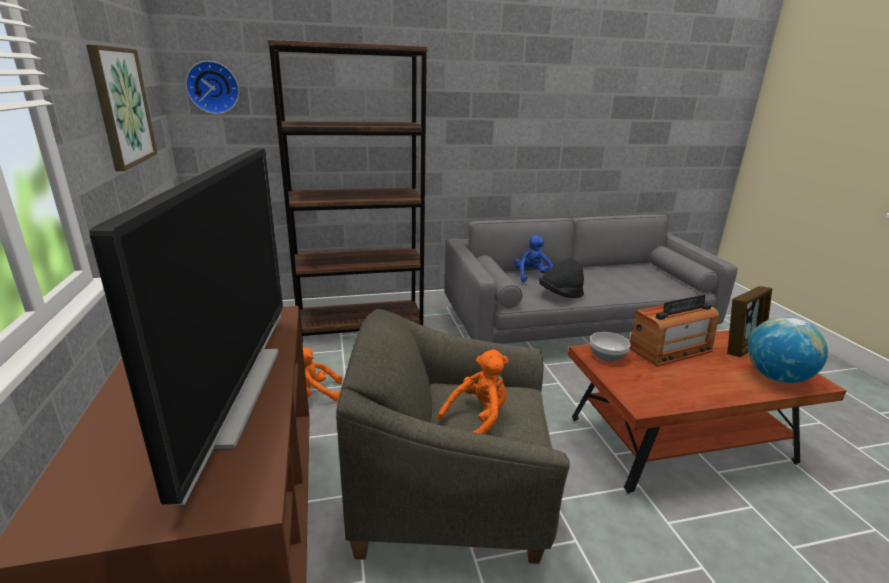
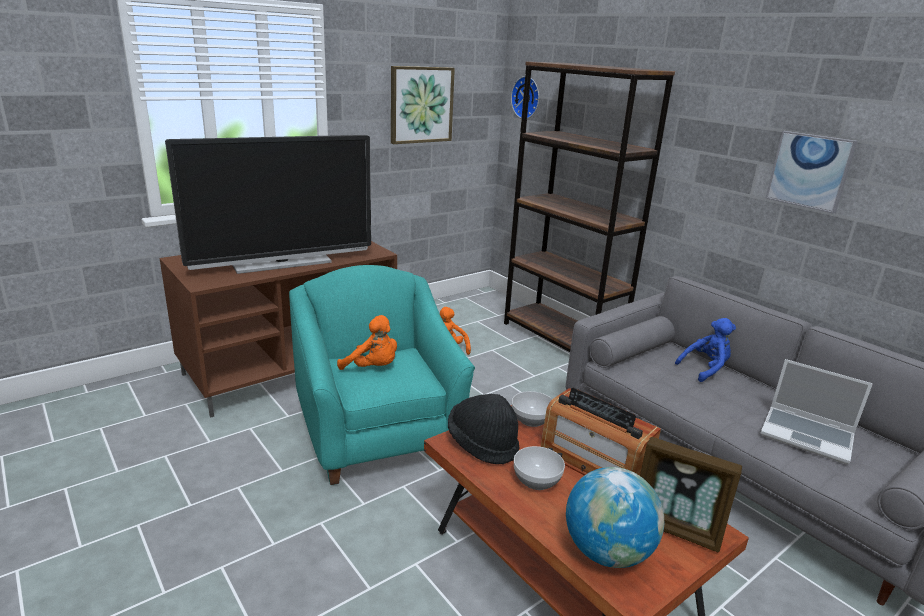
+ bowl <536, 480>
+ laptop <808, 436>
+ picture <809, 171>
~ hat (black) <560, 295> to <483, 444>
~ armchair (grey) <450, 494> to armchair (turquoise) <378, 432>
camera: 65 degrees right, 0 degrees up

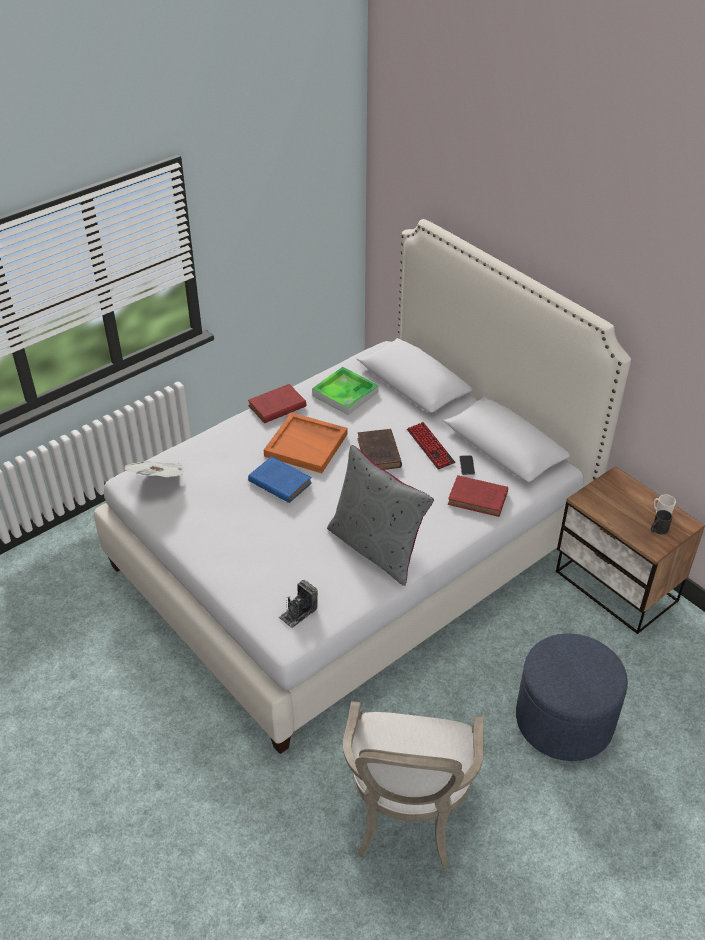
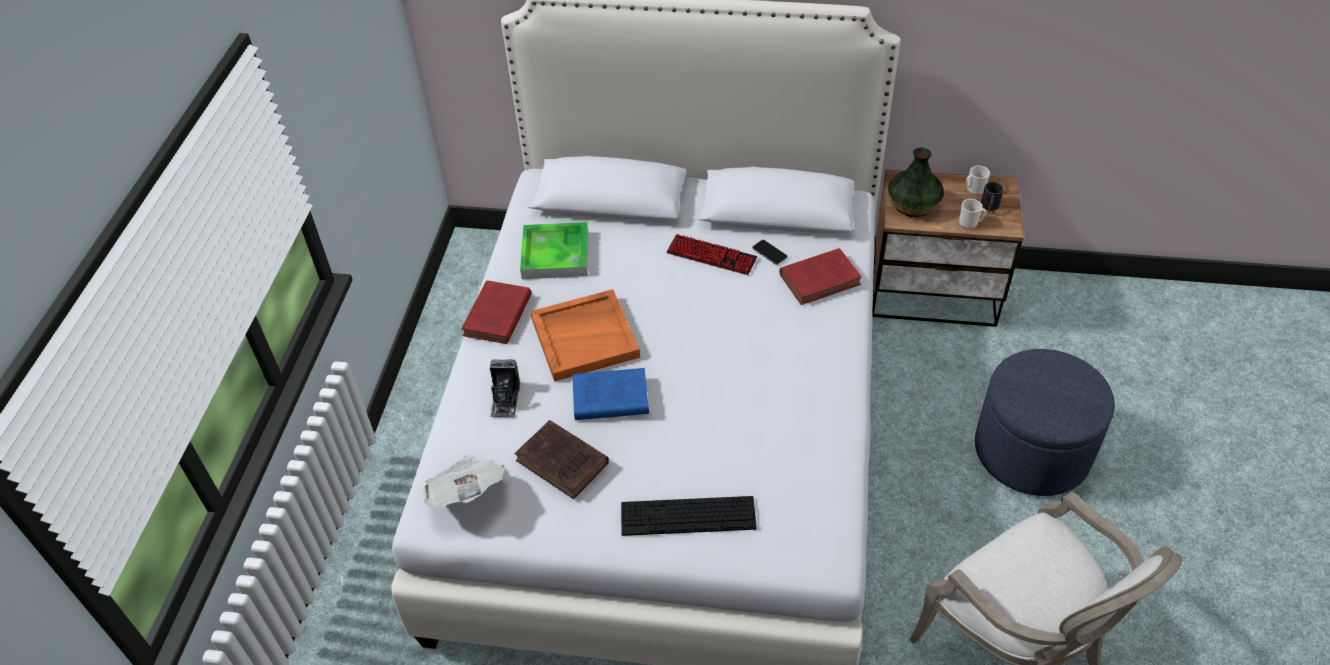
- pillow (grey) <376, 548>
+ keyboard <688, 516>
+ vase <913, 205>
+ mug <970, 223>
~ photo camera <298, 613> to <505, 399>
~ book (brown) <379, 454> to <564, 463>
camera: 40 degrees left, 5 degrees up

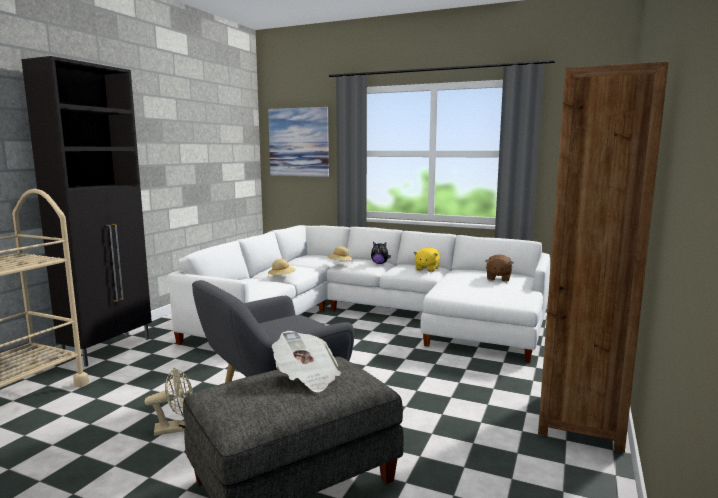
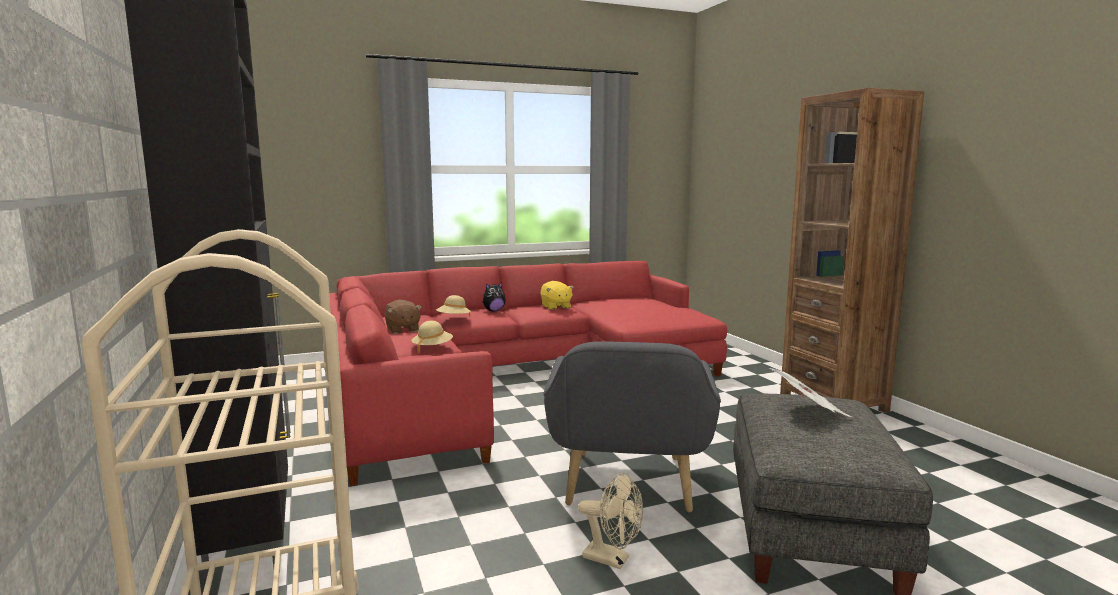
- picture <299, 142>
~ plush toy (brown) <498, 278> to <402, 330>
~ sofa (white) <370, 316> to sofa (red) <510, 379>
~ fan (beige) <175, 428> = <613, 559> 90 degrees clockwise
camera: 45 degrees left, 0 degrees up

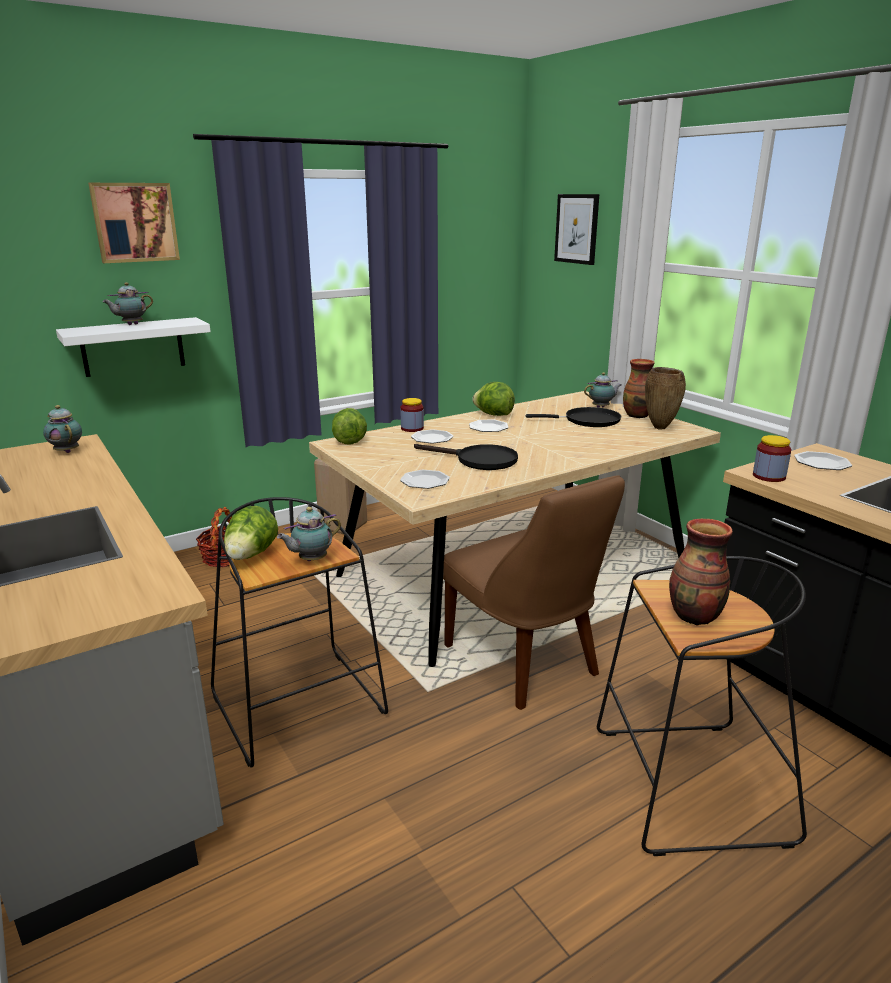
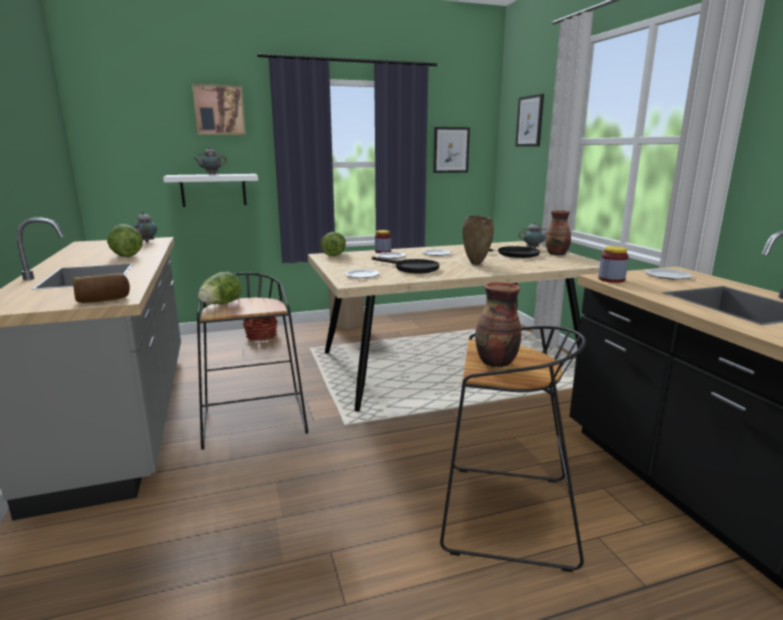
- teapot <311, 560>
- chair (brown) <525, 663>
+ bread <103, 300>
+ picture <451, 150>
~ lettuce <493, 415> to <126, 256>
~ vase (brown) <660, 428> to <476, 264>
camera: 15 degrees right, 5 degrees down

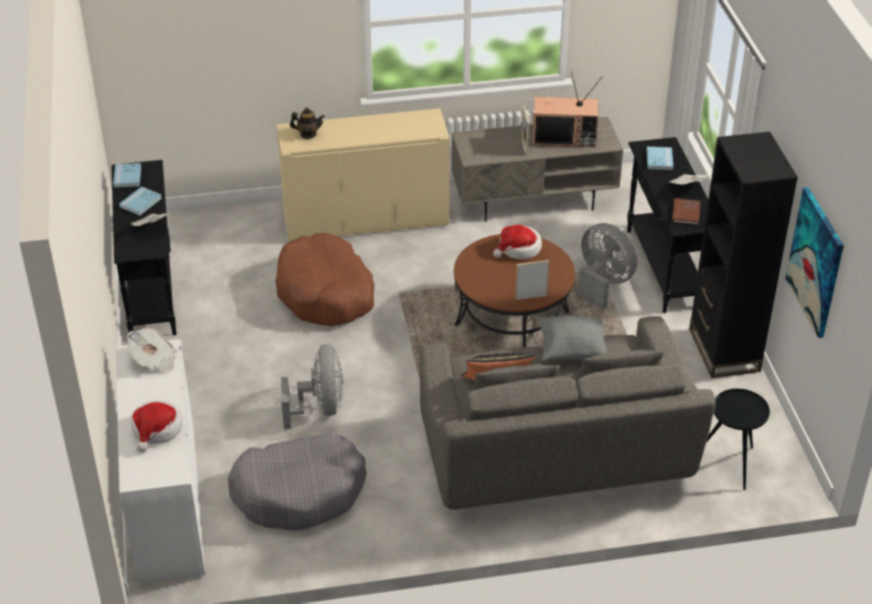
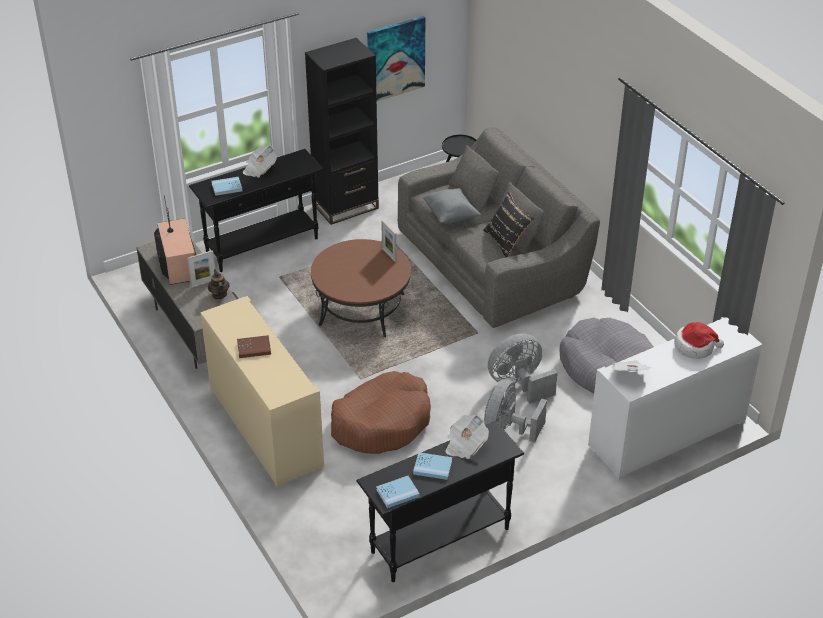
- hat <518, 249>
~ teapot <308, 134> to <219, 295>
~ fan (grey) <603, 283> to <507, 431>
~ book (brown) <686, 213> to <254, 348>
camera: 110 degrees left, 0 degrees up

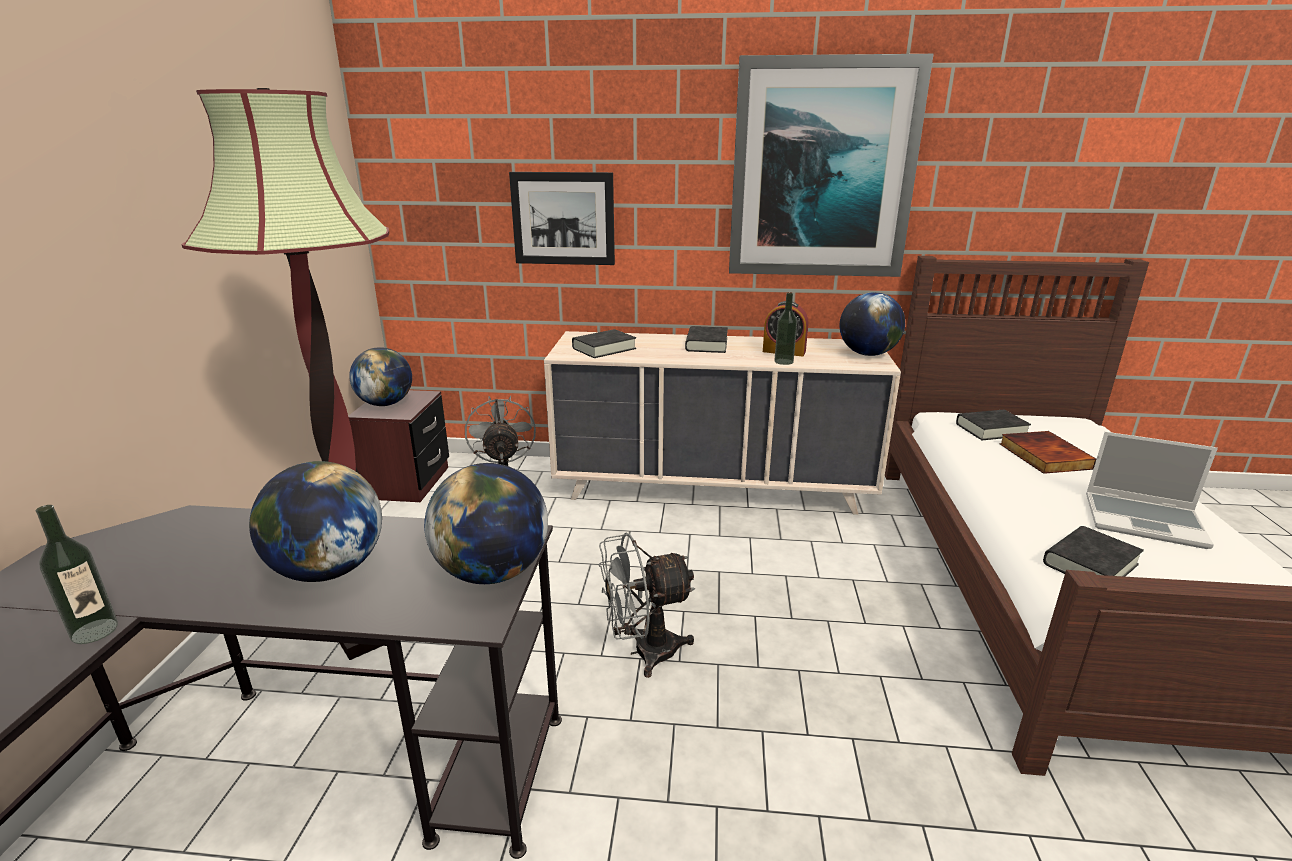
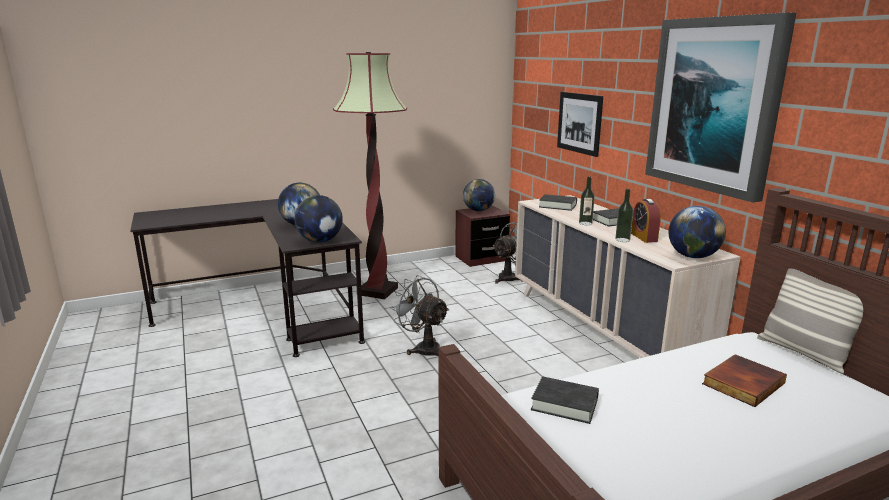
- book (black) <991, 429>
- laptop <1145, 521>
+ pillow <803, 353>
~ bottle <94, 631> to <585, 223>
camera: 60 degrees right, 5 degrees down

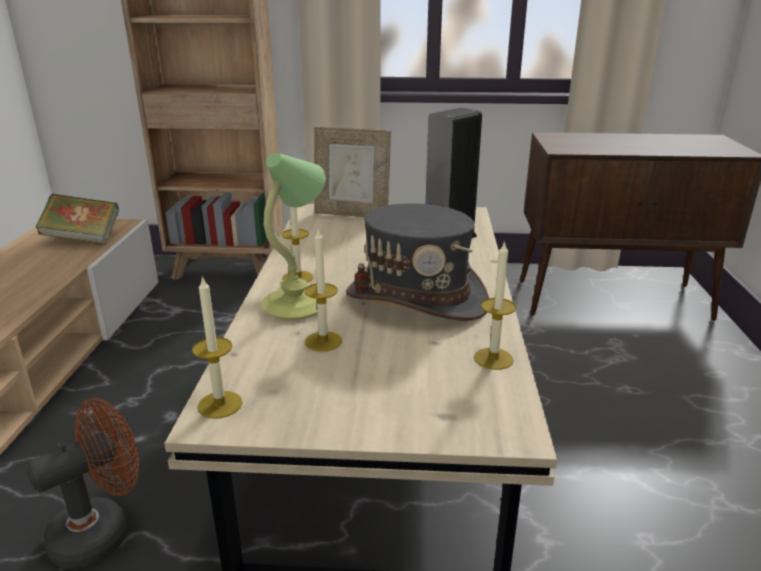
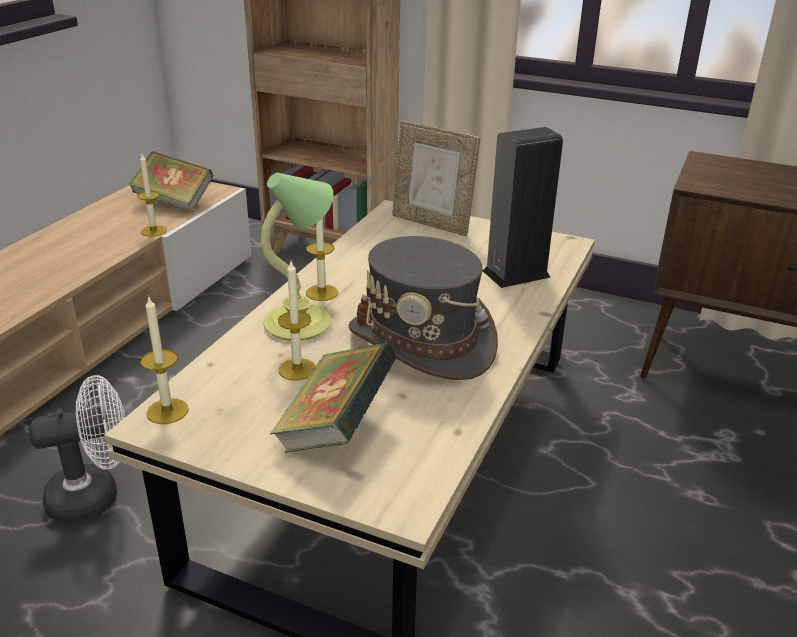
+ book <336, 428>
~ candle <493, 358> to <153, 231>
~ fan (brown) <102, 530> to fan (white) <95, 496>
camera: 20 degrees right, 5 degrees up

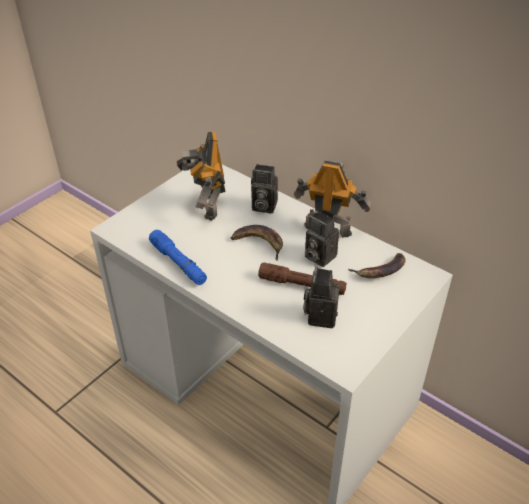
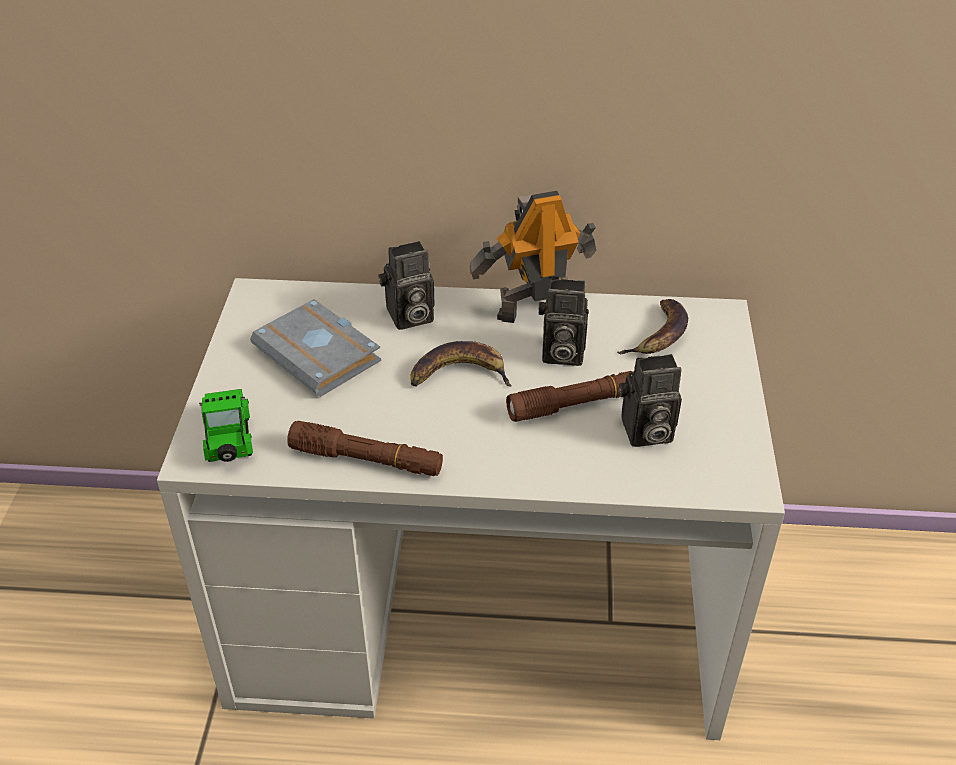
+ toy car <229, 441>
~ toy robot <206, 206> to book (grey) <321, 354>
~ flashlight (blue) <178, 263> to flashlight (brown) <366, 460>
~ photo camera <320, 315> = <645, 433> 75 degrees counterclockwise
camera: 35 degrees left, 0 degrees up

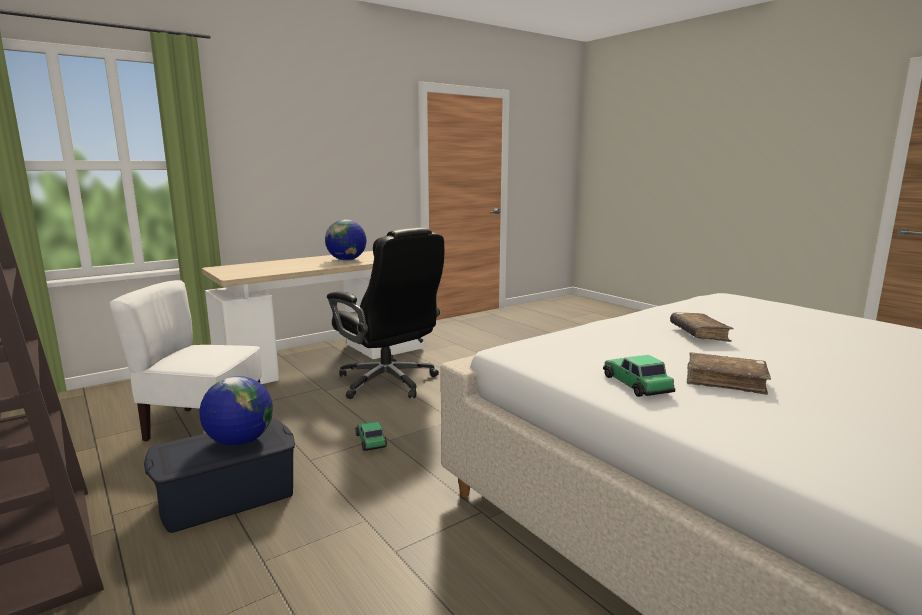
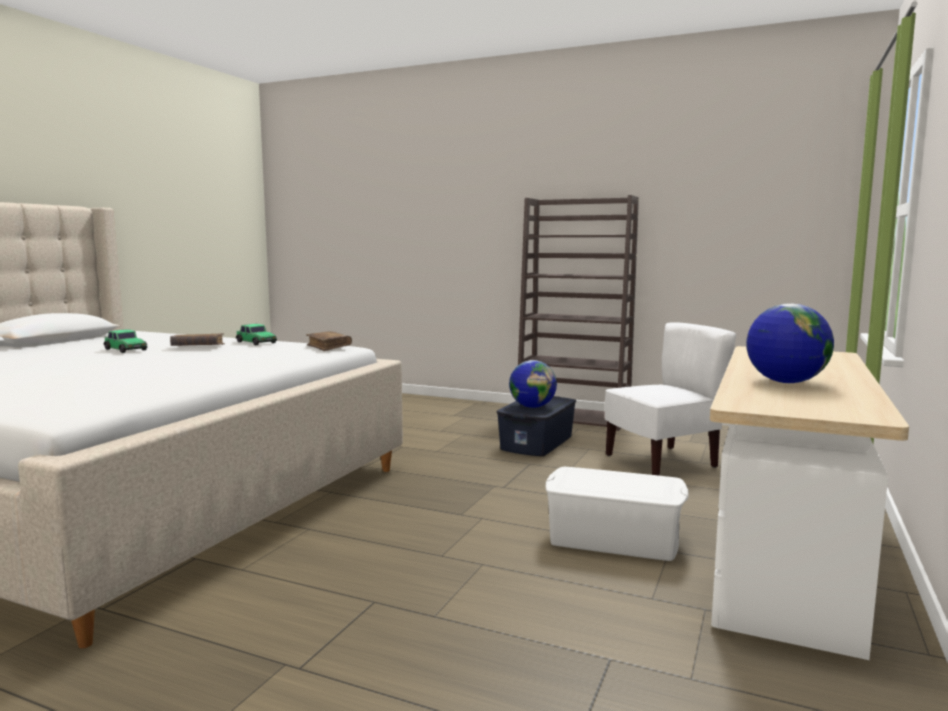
~ toy car <370, 440> to <126, 350>
~ book (brown) <699, 334> to <329, 347>
~ office chair (black) <388, 383> to storage box (white) <613, 538>
camera: 150 degrees right, 5 degrees down

